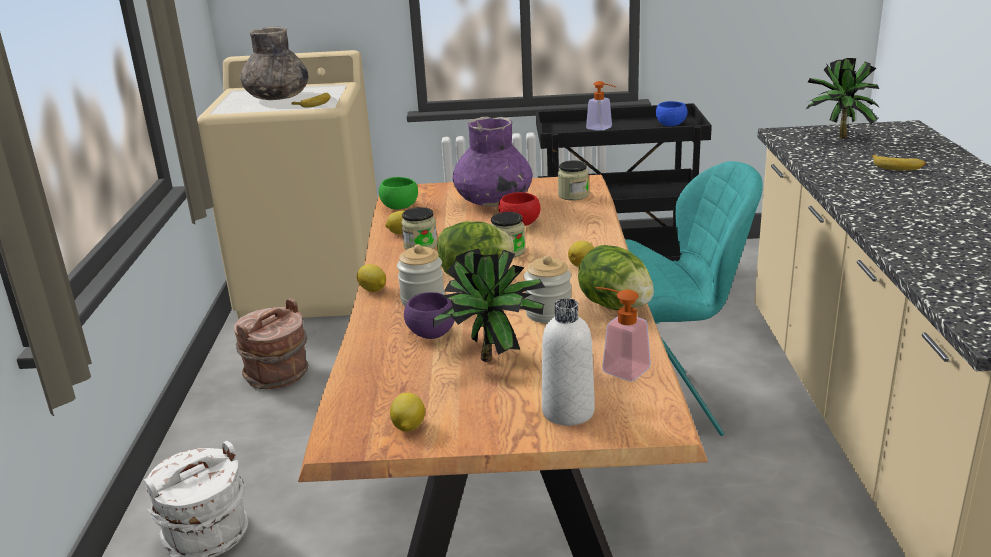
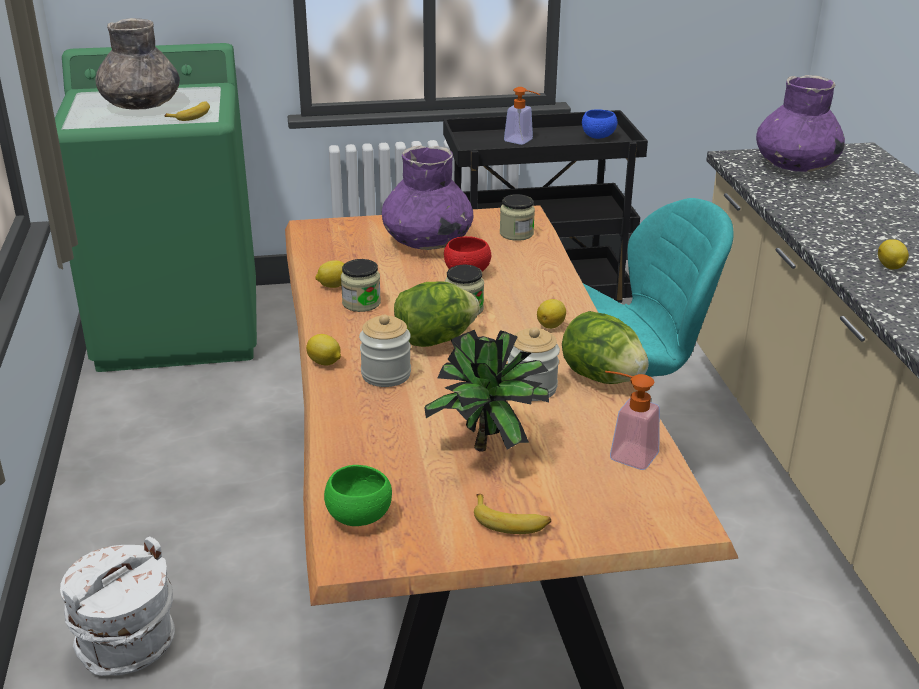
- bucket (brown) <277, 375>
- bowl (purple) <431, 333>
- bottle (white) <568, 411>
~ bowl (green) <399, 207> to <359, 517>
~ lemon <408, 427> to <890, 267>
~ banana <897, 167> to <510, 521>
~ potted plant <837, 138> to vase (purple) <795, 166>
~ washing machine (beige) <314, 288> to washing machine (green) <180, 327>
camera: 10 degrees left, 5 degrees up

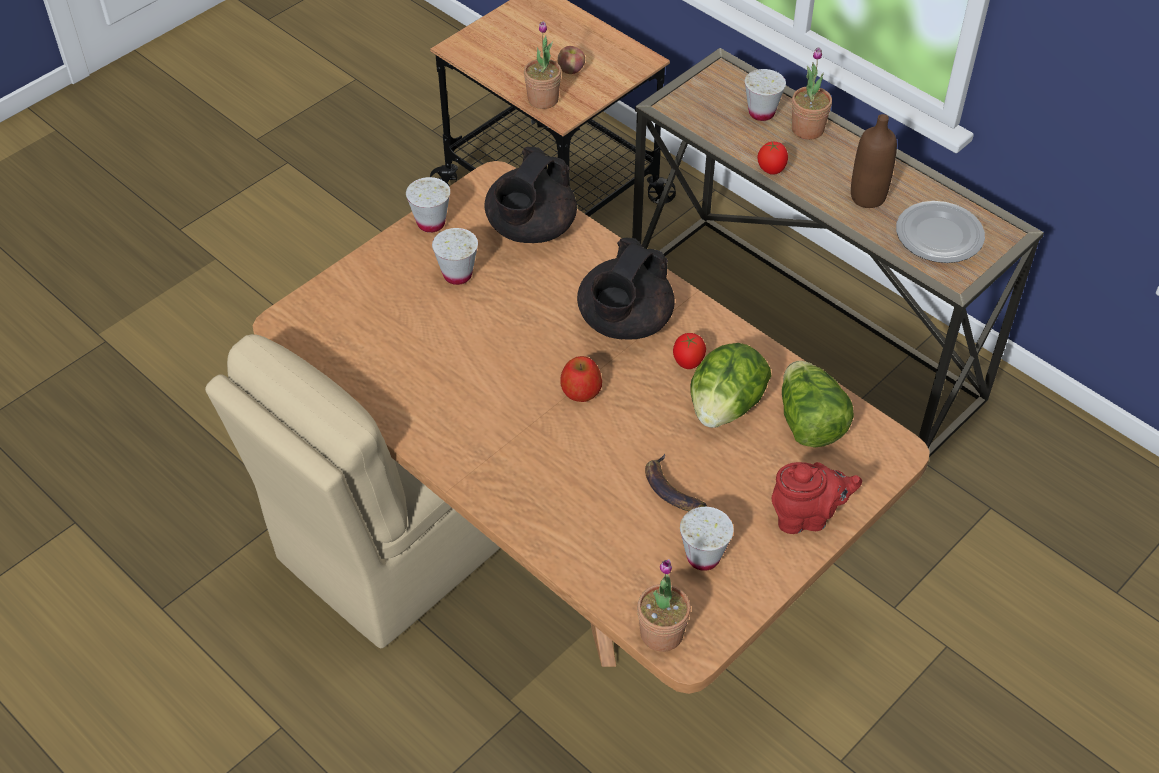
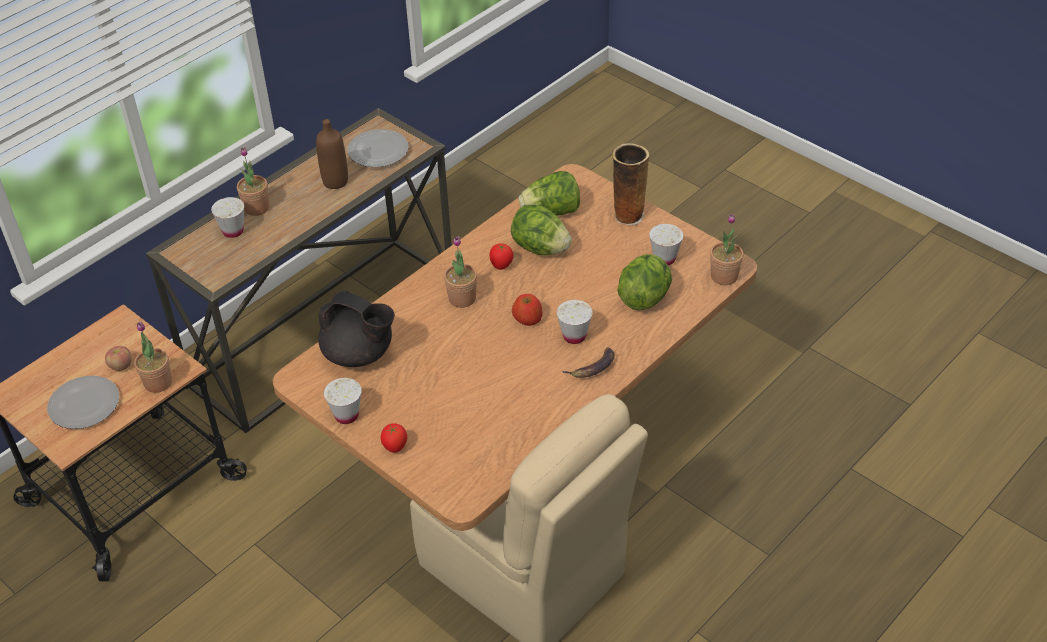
+ plate <84, 404>
+ lettuce <644, 297>
~ cup (white) <457, 275> to <574, 336>
~ banana <671, 489> to <593, 368>
~ tomato <771, 170> to <395, 448>
~ teapot (black) <624, 323> to potted plant <462, 298>
~ teapot (red) <806, 517> to vase <628, 215>
camera: 90 degrees left, 5 degrees down

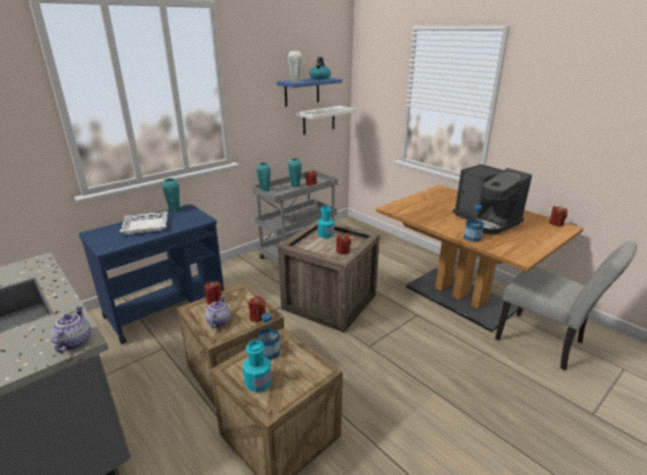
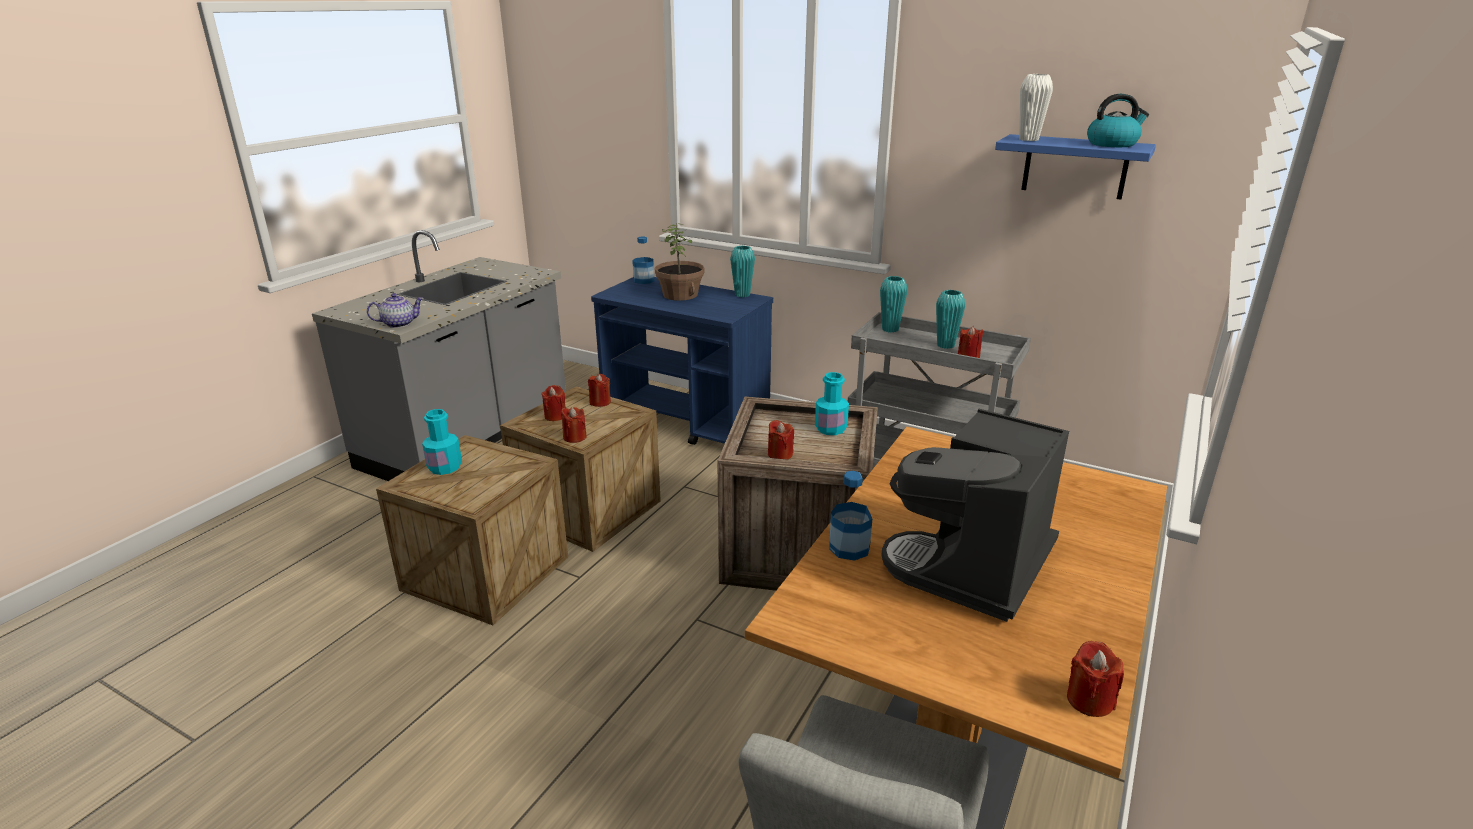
- shelf (white) <319, 120>
~ bottle <269, 352> to <644, 280>
~ tray (white) <146, 226> to potted plant <680, 295>
~ teapot <218, 321> to candle (red) <555, 416>
camera: 70 degrees right, 0 degrees up

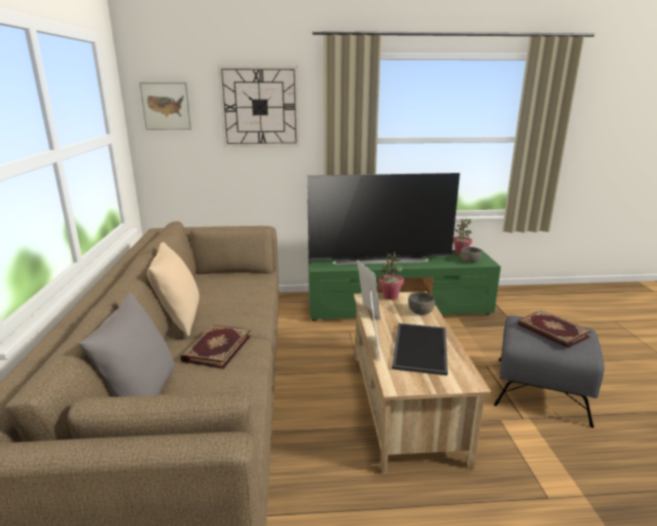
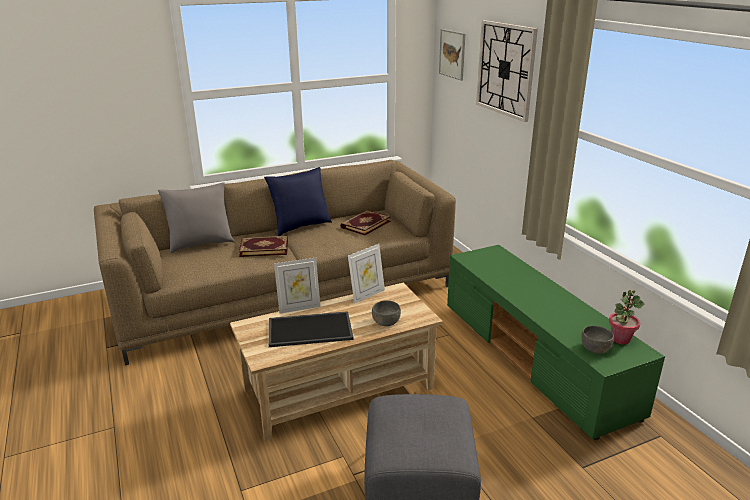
- television <379, 258>
- potted plant <390, 296>
~ book <552, 331> to <365, 224>
~ pillow (beige) <179, 319> to pillow (blue) <300, 226>
camera: 70 degrees right, 5 degrees up

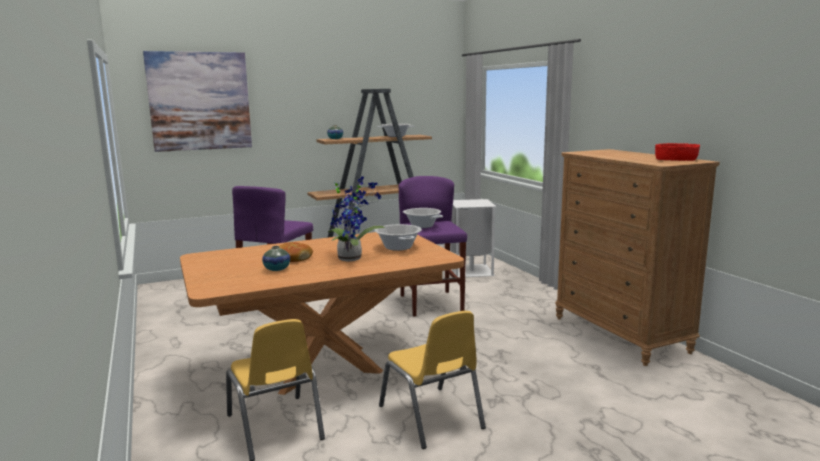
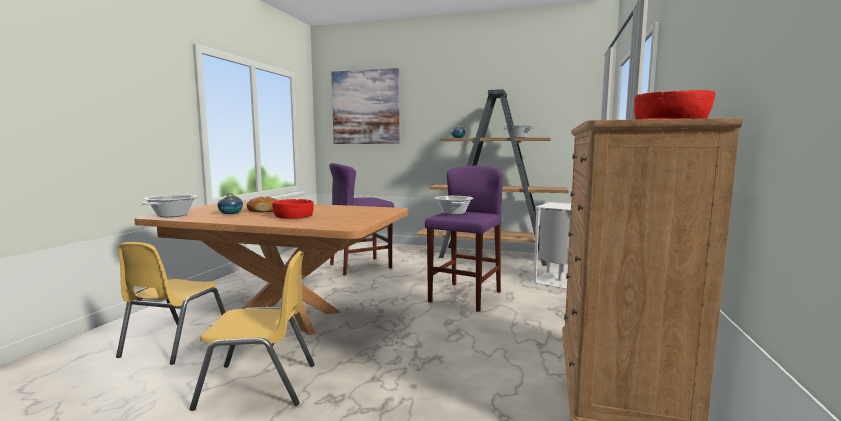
~ cooking pot <398, 247> to <172, 215>
~ potted plant <352, 258> to bowl (red) <293, 216>
~ chair (yellow) <431, 417> = <259, 385> 105 degrees counterclockwise
camera: 40 degrees right, 5 degrees down

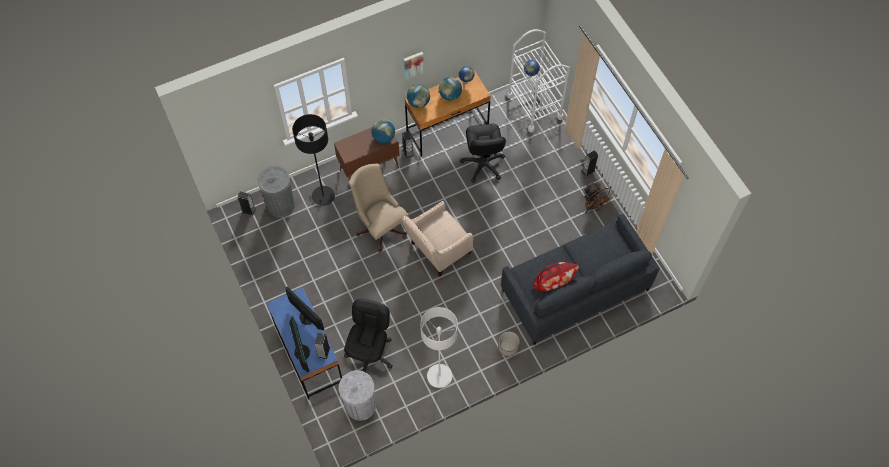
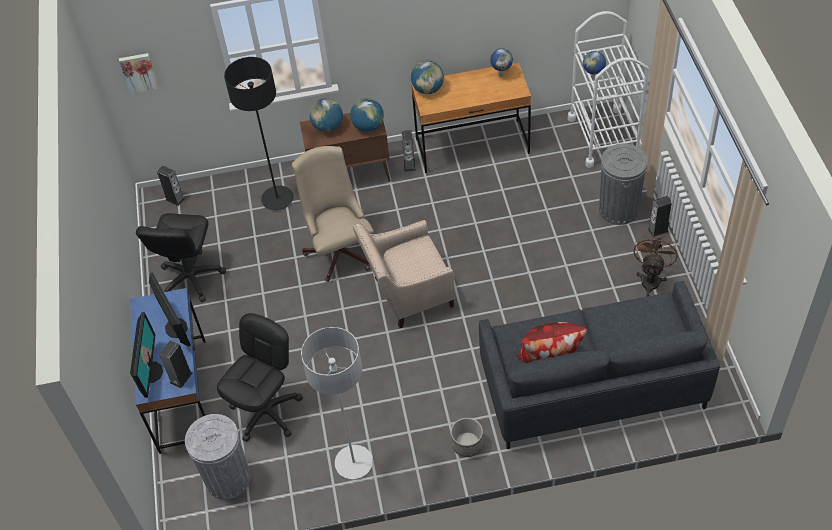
~ trash can (grey) <281, 205> to <618, 209>
~ picture <413, 64> to <139, 72>
~ globe <450, 95> to <328, 127>
~ office chair (black) <483, 165> to <191, 278>
~ fan (brown) <592, 207> = <651, 279> 150 degrees counterclockwise
camera: 20 degrees right, 10 degrees down

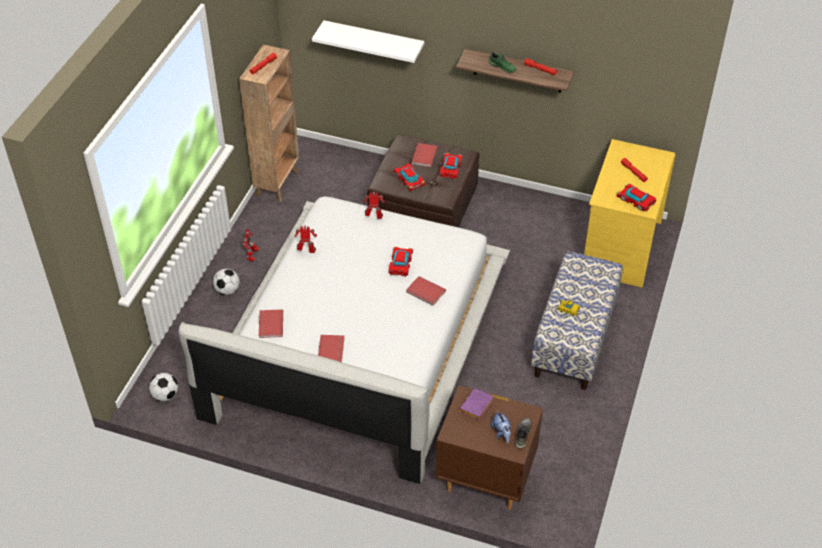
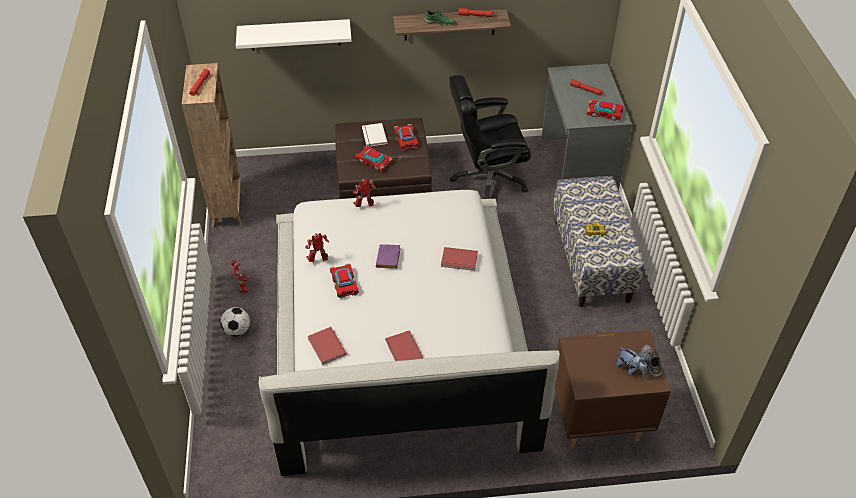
- football <165, 395>
+ office chair (black) <487, 178>
~ toy car <400, 264> to <344, 283>
~ book (purple) <477, 407> to <389, 259>
~ book (red) <423, 156> to book (white) <373, 136>
~ desk (yellow) <620, 246> to desk (grey) <577, 166>
camera: 25 degrees left, 0 degrees up

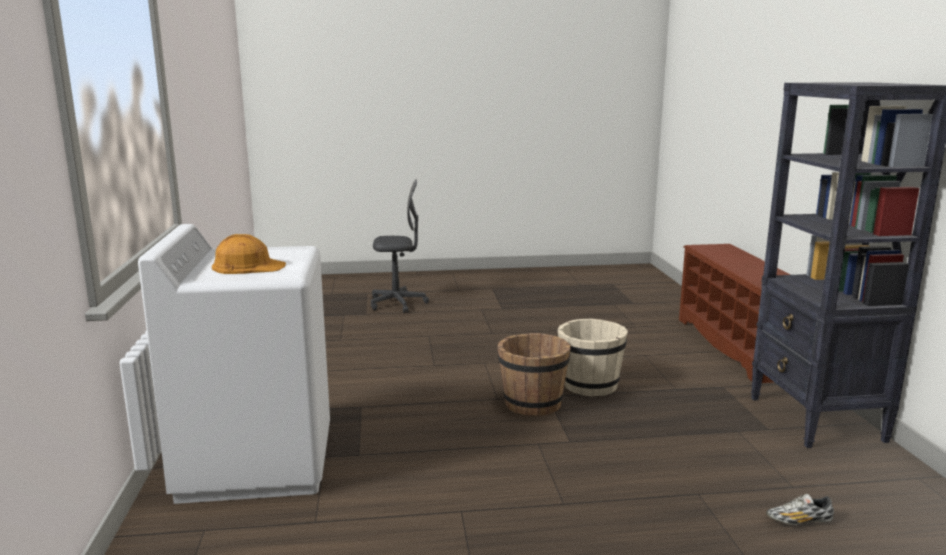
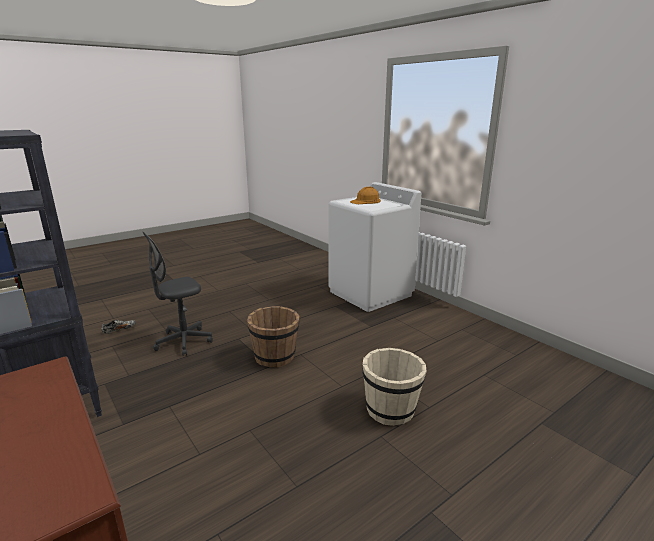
~ office chair (grey) <397, 304> to <183, 342>
~ bucket (beige) <589, 385> to <391, 409>
camera: 150 degrees right, 5 degrees up

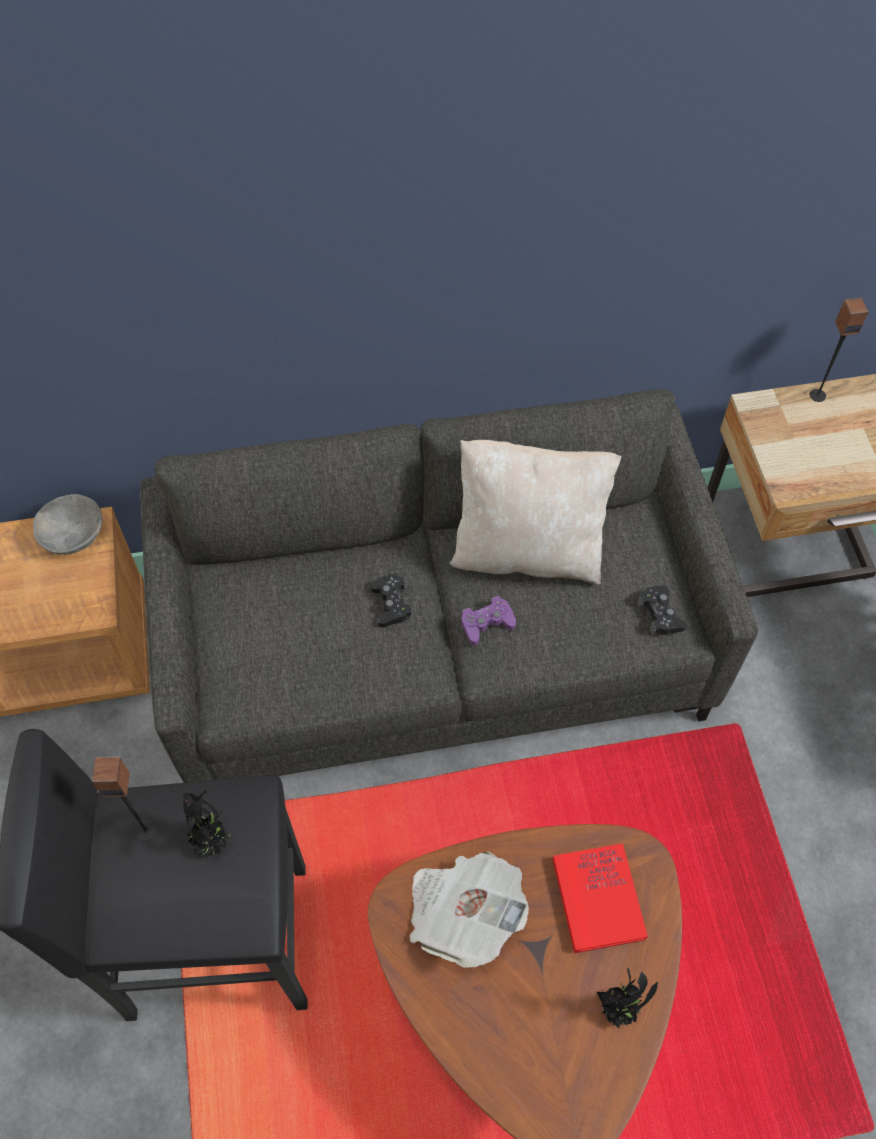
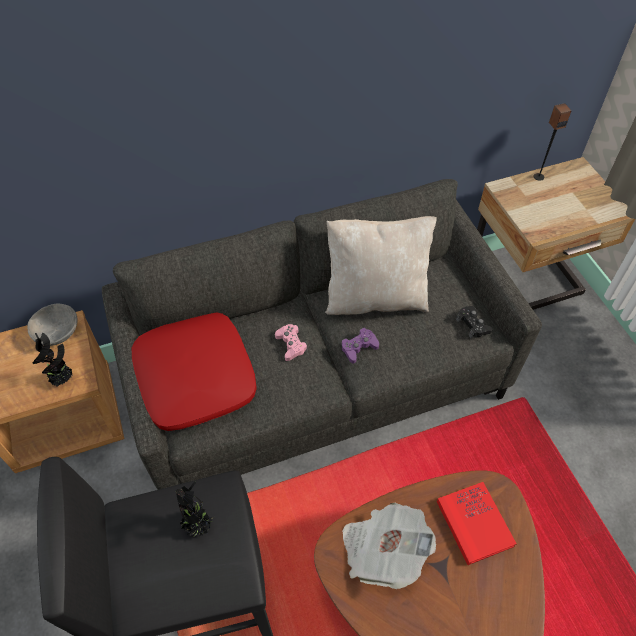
- speaker <146, 830>
+ pillow (red) <196, 378>
~ potted plant <619, 1008> to <63, 379>
~ game controller (black) <391, 604> to game controller (pink) <291, 345>
camera: 10 degrees left, 5 degrees down

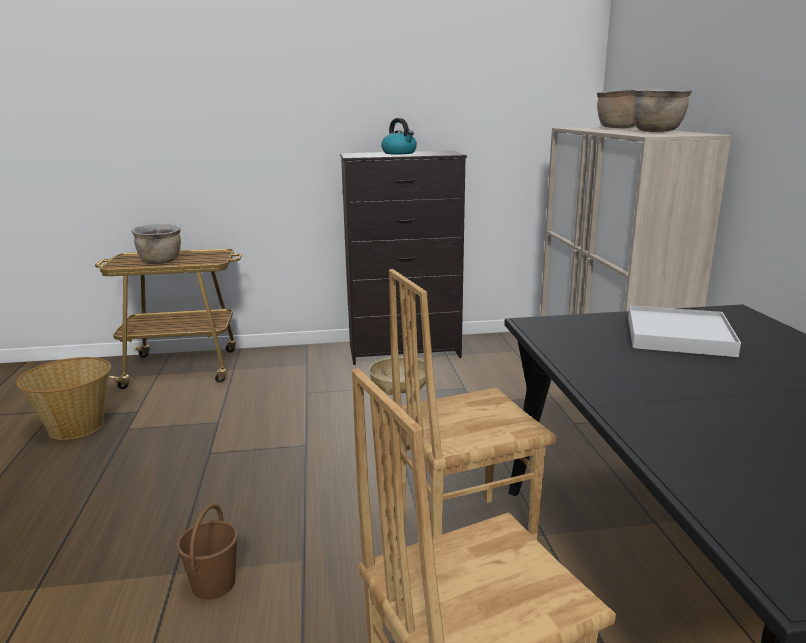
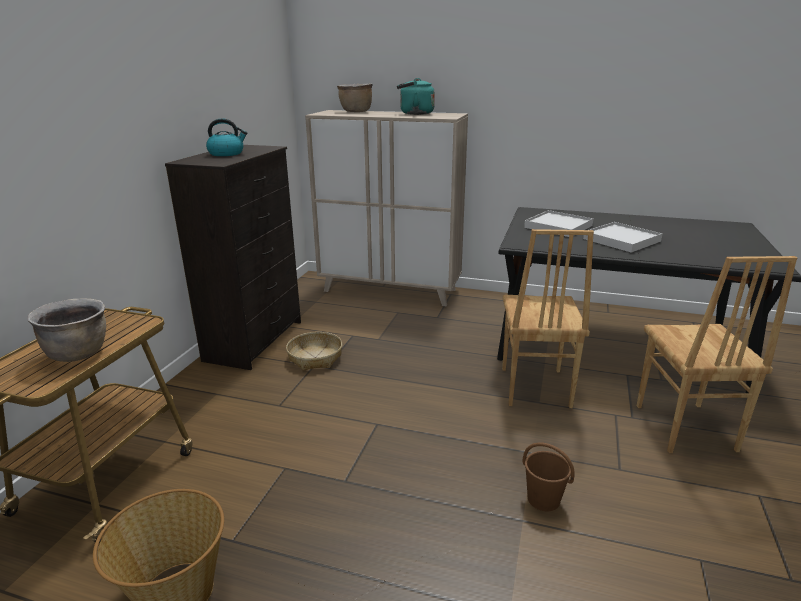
+ tray (white) <621, 240>
~ cooking pot (brown) <657, 131> to kettle (turquoise) <414, 113>
camera: 65 degrees left, 5 degrees up

